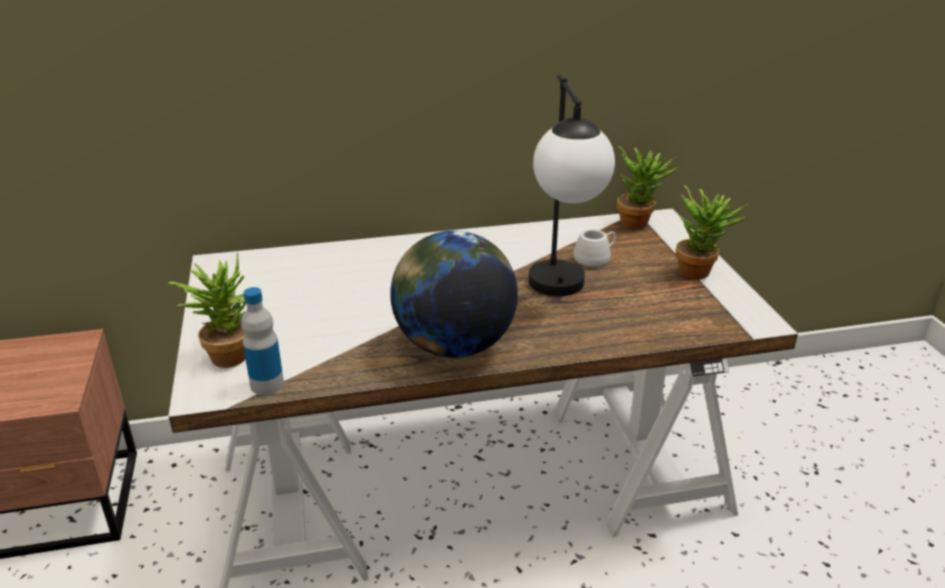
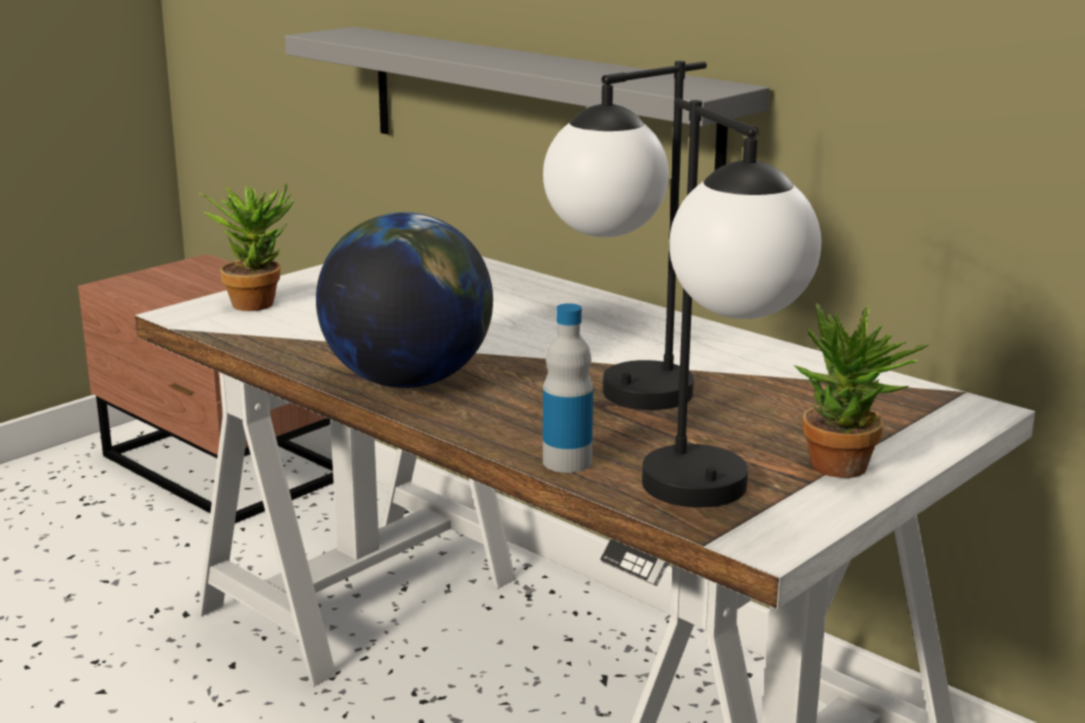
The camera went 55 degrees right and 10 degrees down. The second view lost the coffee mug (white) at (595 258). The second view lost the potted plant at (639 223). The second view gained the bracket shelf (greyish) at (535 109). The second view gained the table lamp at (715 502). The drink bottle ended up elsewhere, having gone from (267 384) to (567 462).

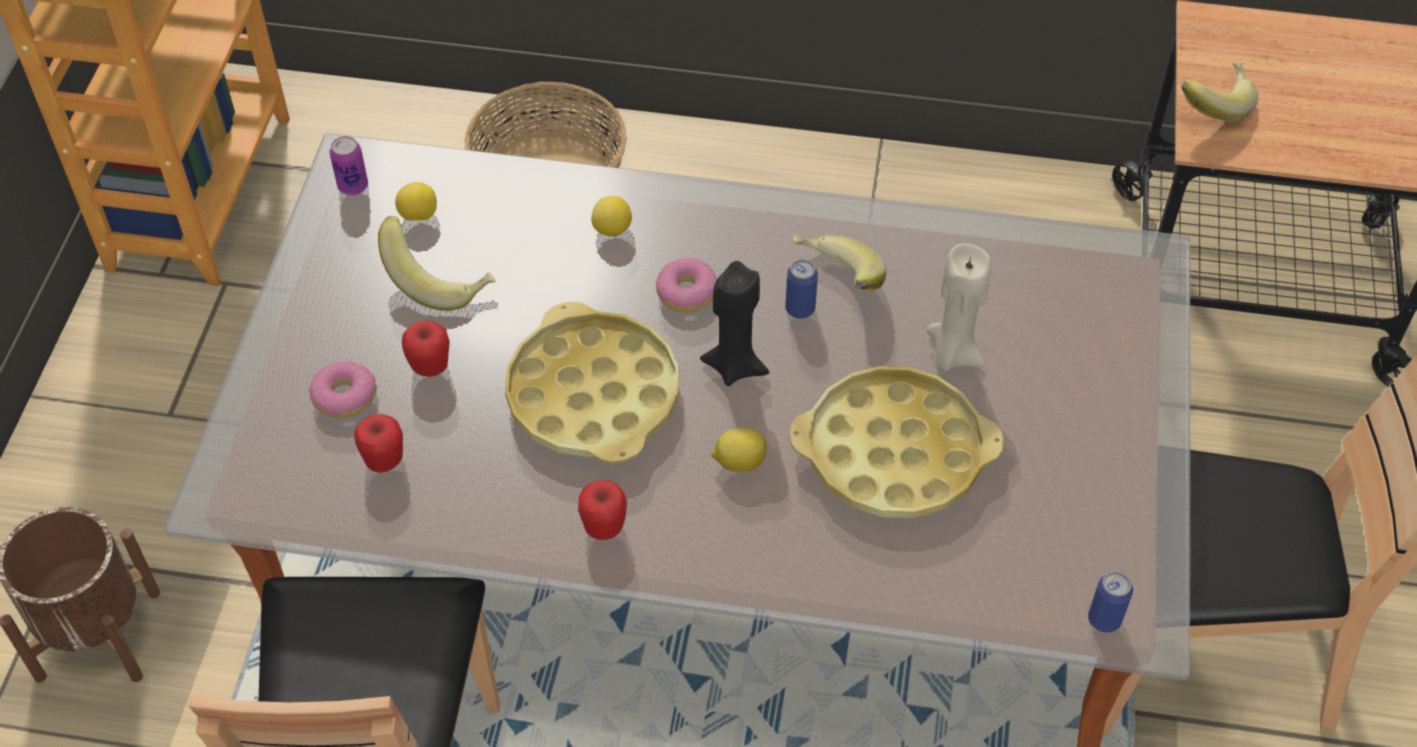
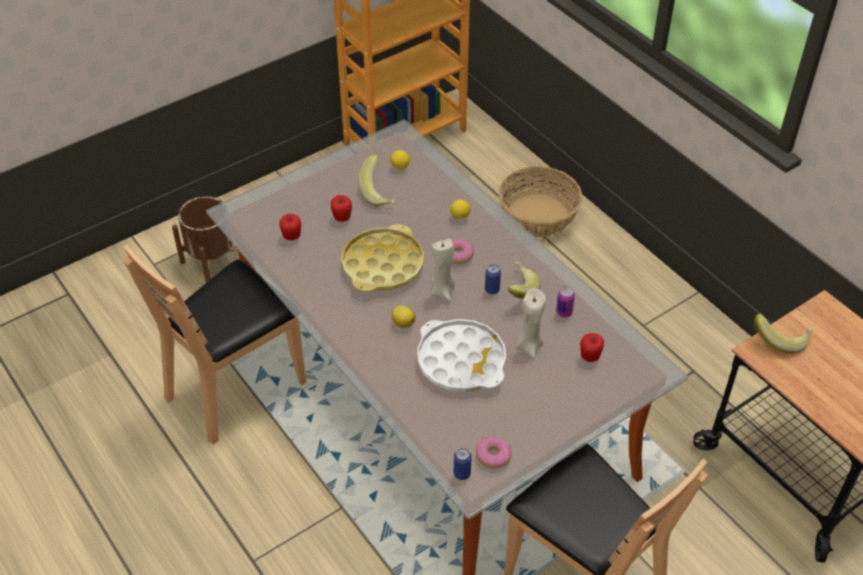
The camera went 45 degrees right and 5 degrees down. The doughnut ended up elsewhere, having gone from (344 397) to (493 456). The can ended up elsewhere, having gone from (353 186) to (564 312). The whole apple ended up elsewhere, having gone from (604 527) to (590 357). What was the wax candle (black-coloured) at (735 366) turned into the wax candle (beige-coloured) at (443 291). What was the serving tray (yellow-coloured) at (893 452) turned into the serving tray (white) at (461 361).

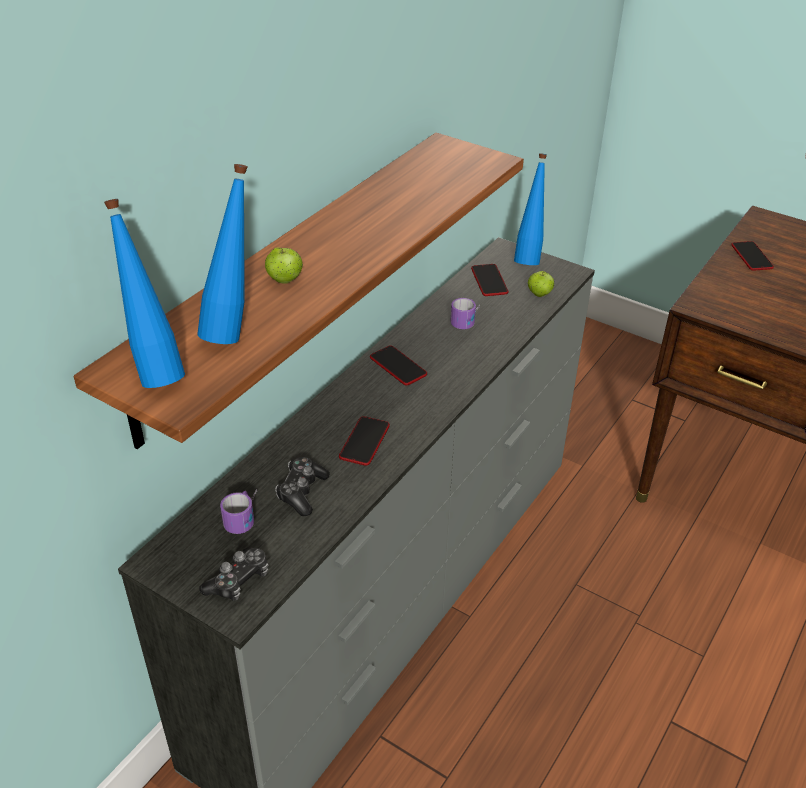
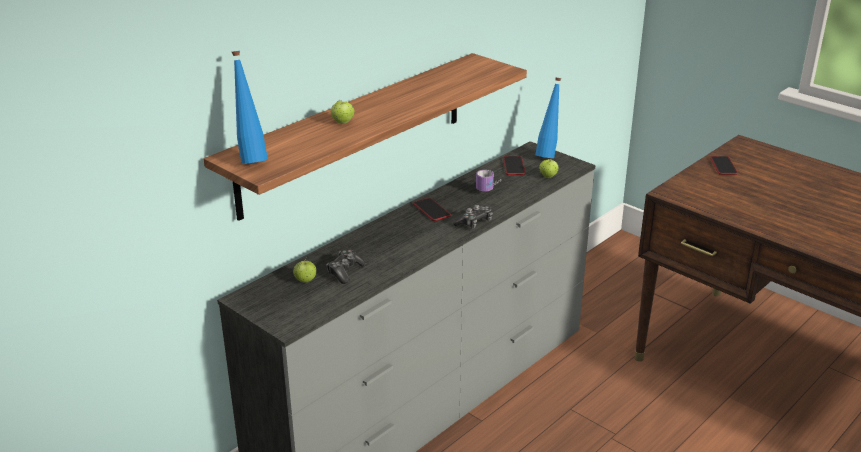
The camera went 10 degrees right and 10 degrees down. The second view lost the drink bottle (blue-coloured) at (234 330). The second view lost the phone at (364 441). The game controller ended up elsewhere, having gone from (238 581) to (474 223). Where the coffee mug stood at (246 516), the whole apple came to stand at (305 281).

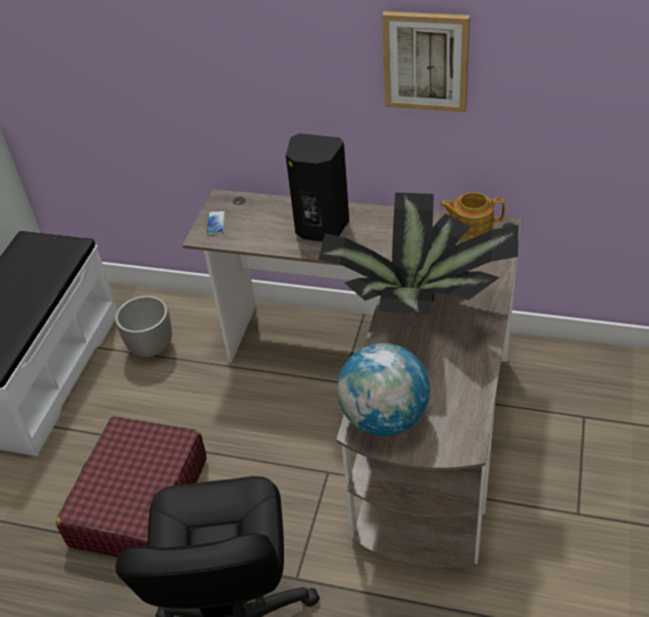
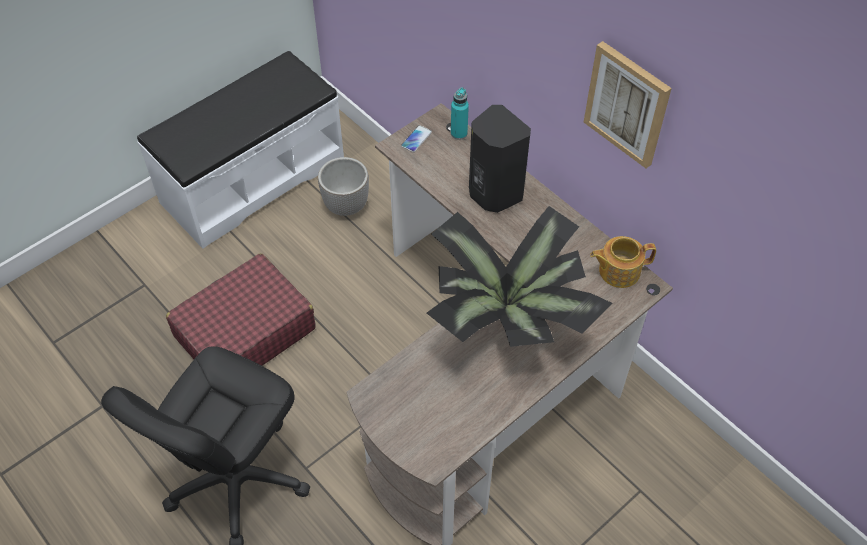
The camera went 30 degrees right and 10 degrees up. The second view lost the world globe at (384 418). The second view gained the drink bottle (turquoise-coloured) at (459 133). The teapot at (471 228) ended up facing another way, 45 degrees counterclockwise from before.

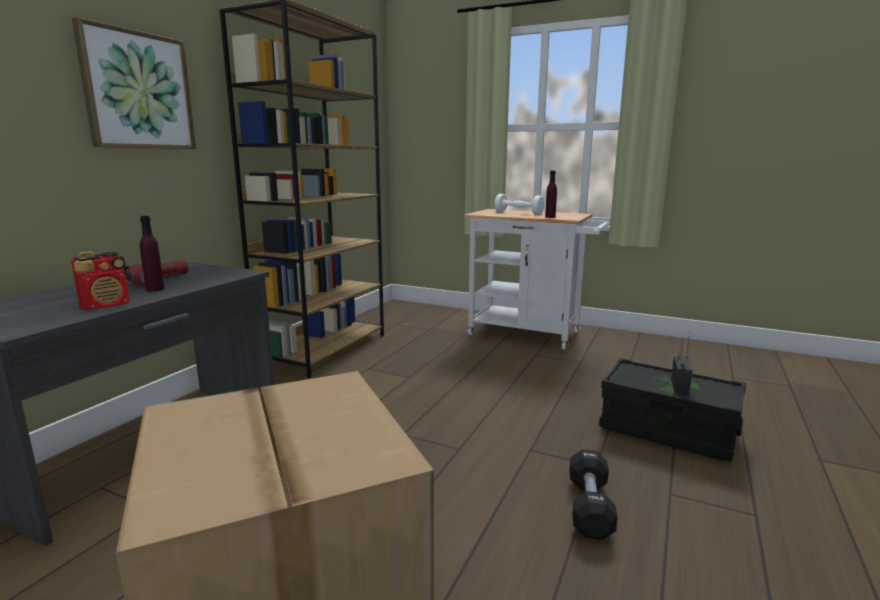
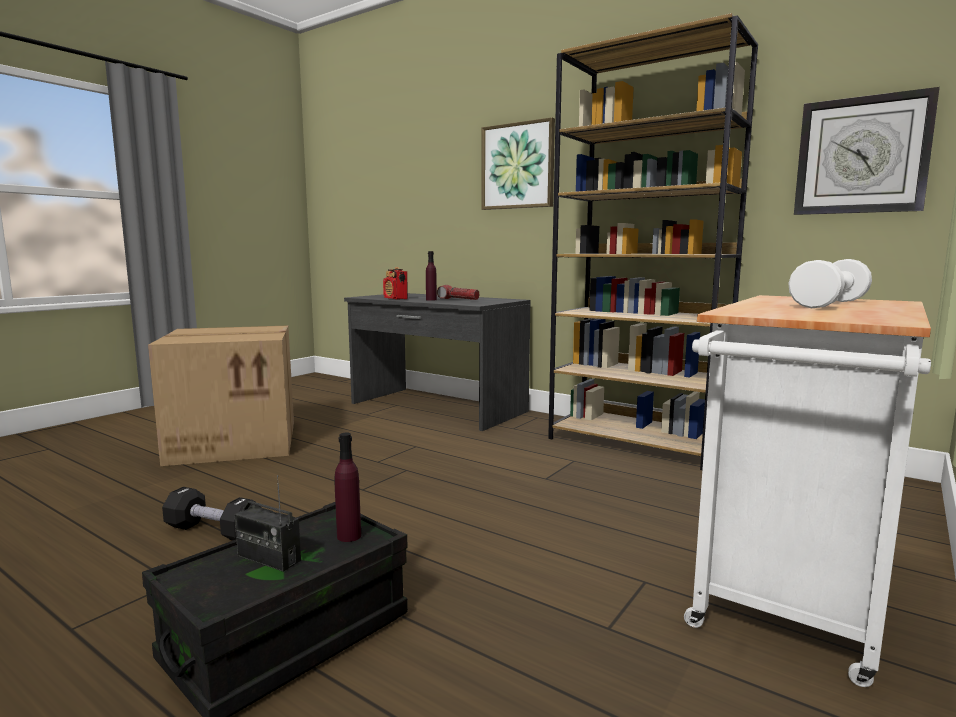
The camera went 100 degrees right and 5 degrees down. The second view gained the clock on the wall at (861 156). The drink bottle (purple-coloured) ended up elsewhere, having gone from (550 217) to (349 536).

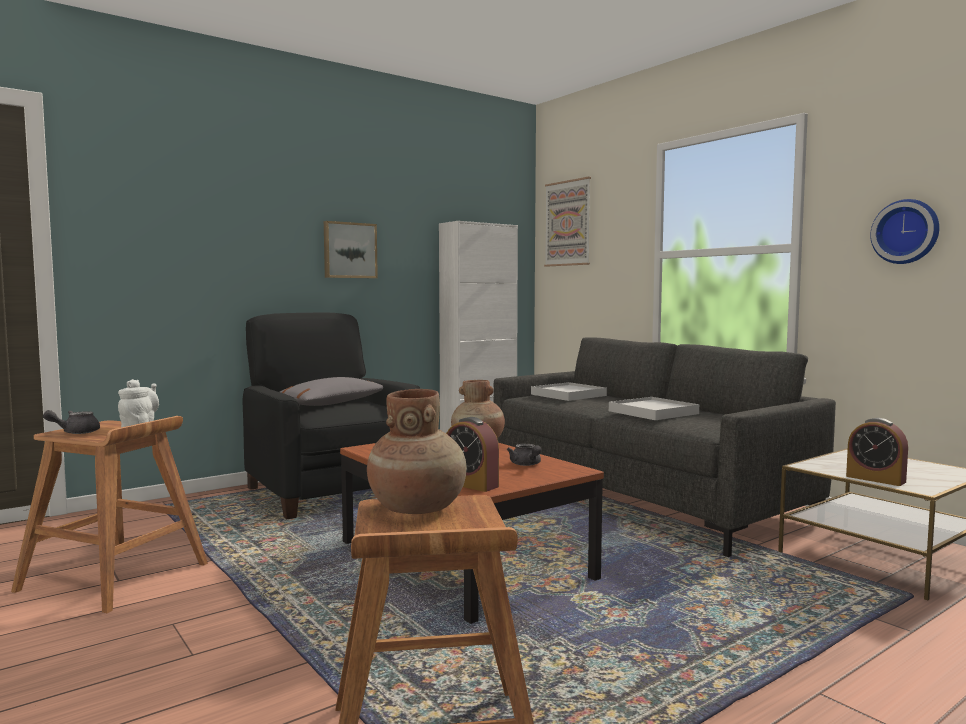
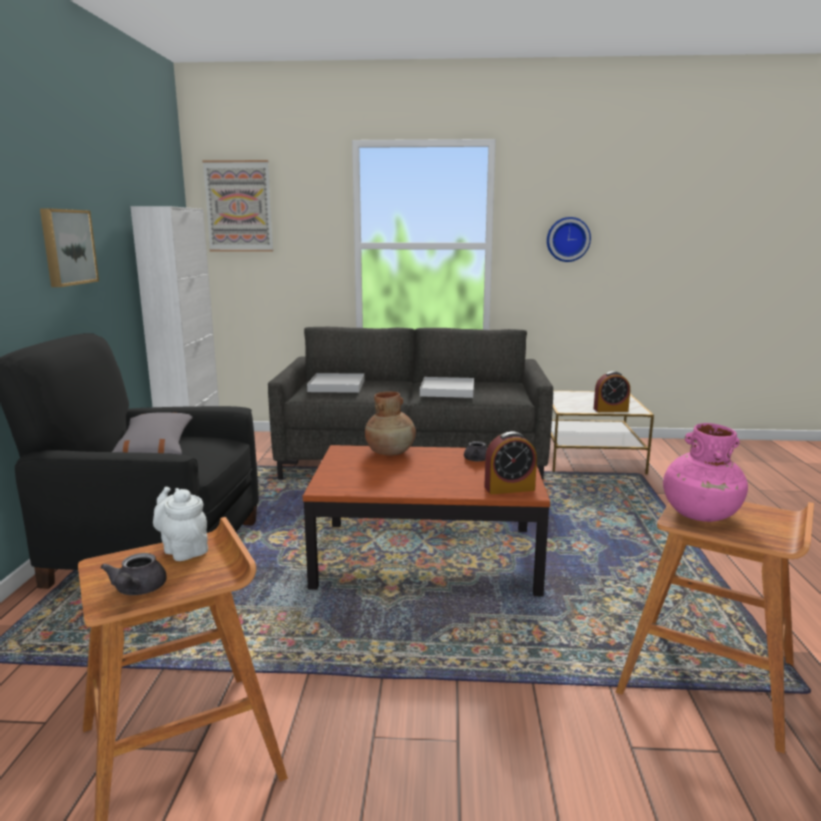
The camera went 50 degrees left and 10 degrees up. What was the flower vase (brown-coloured) at (417 508) turned into the flower vase (pink-coloured) at (699 514).

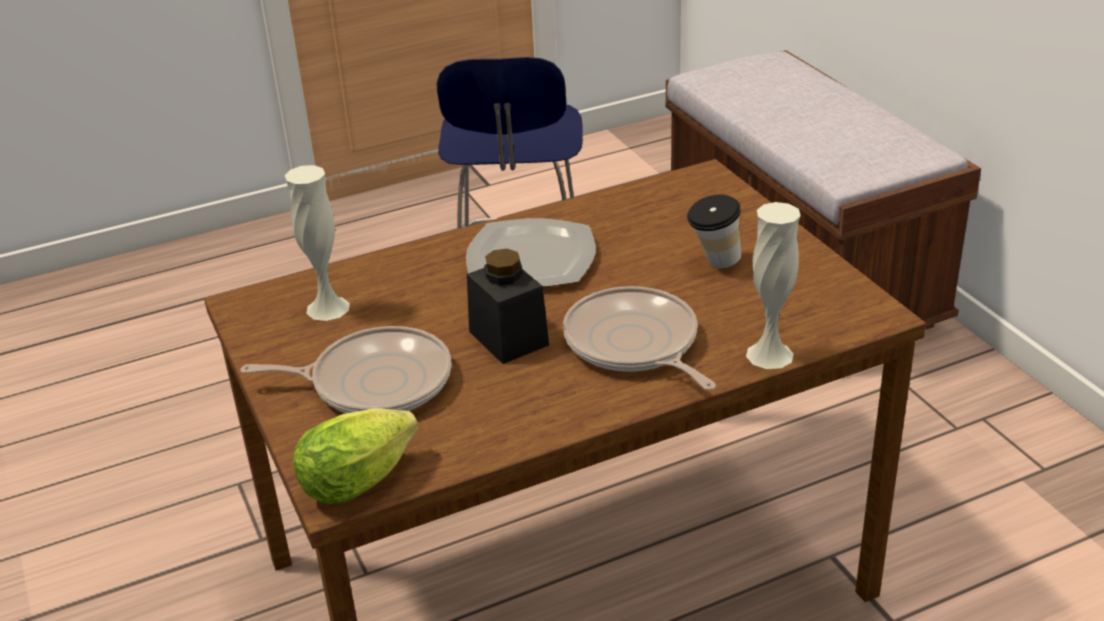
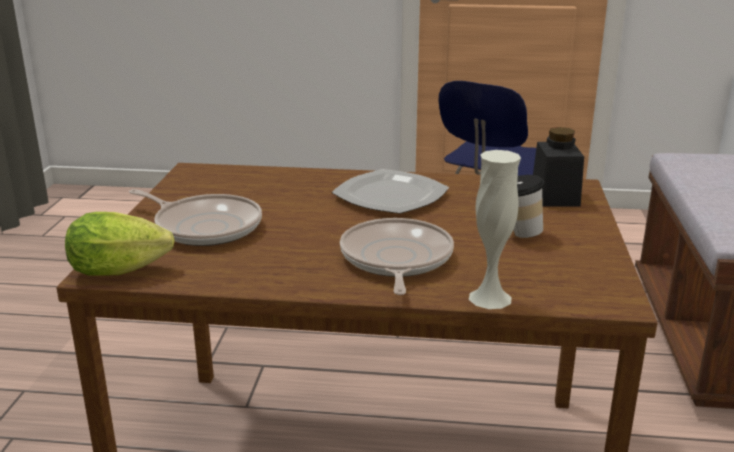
The camera went 30 degrees right and 10 degrees down. The second view lost the flower vase (white) at (328 308). The jar (black-coloured) ended up elsewhere, having gone from (508 338) to (555 197).

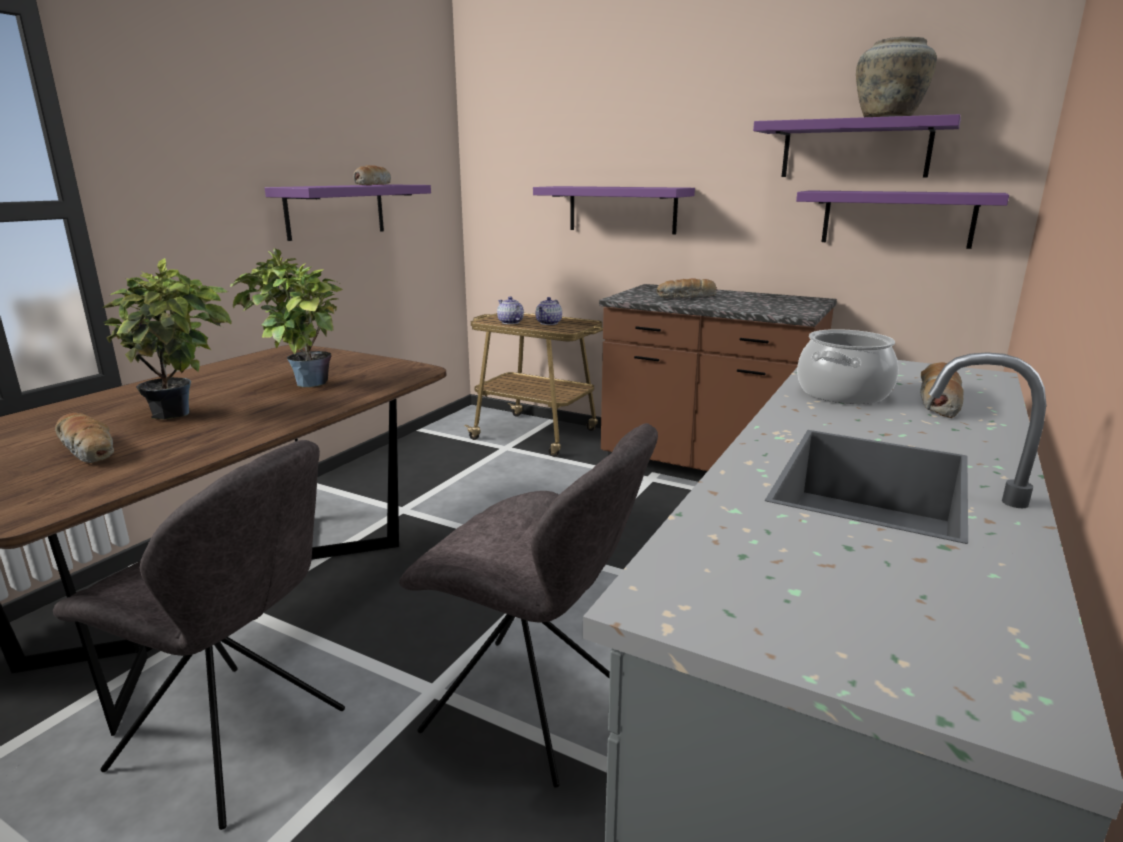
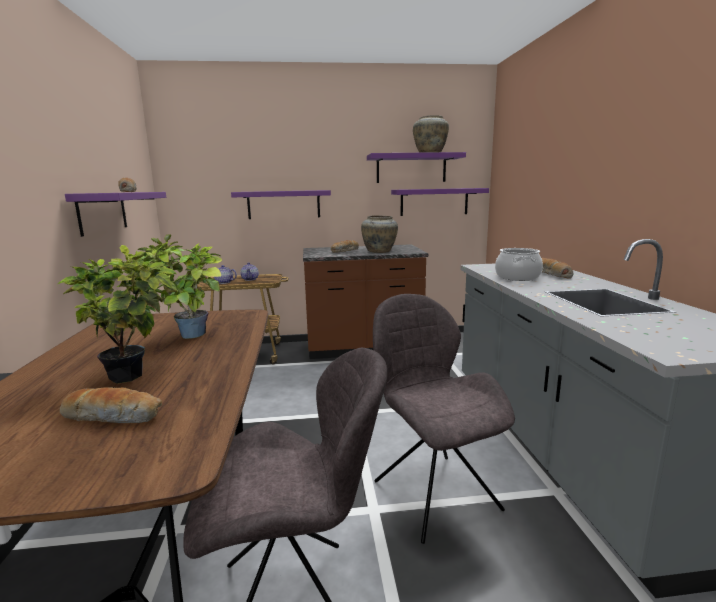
The camera went 35 degrees left and 5 degrees down. The second view gained the flower vase (beige-coloured) at (379 251). The upright chair (greyish) at (530 709) ended up facing another way, 105 degrees counterclockwise from before.

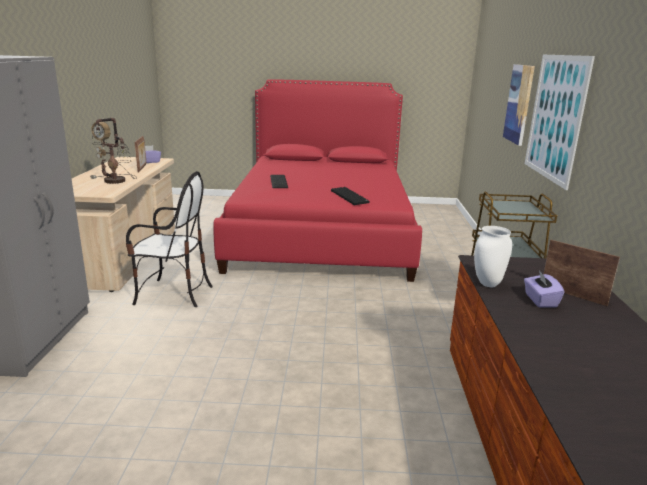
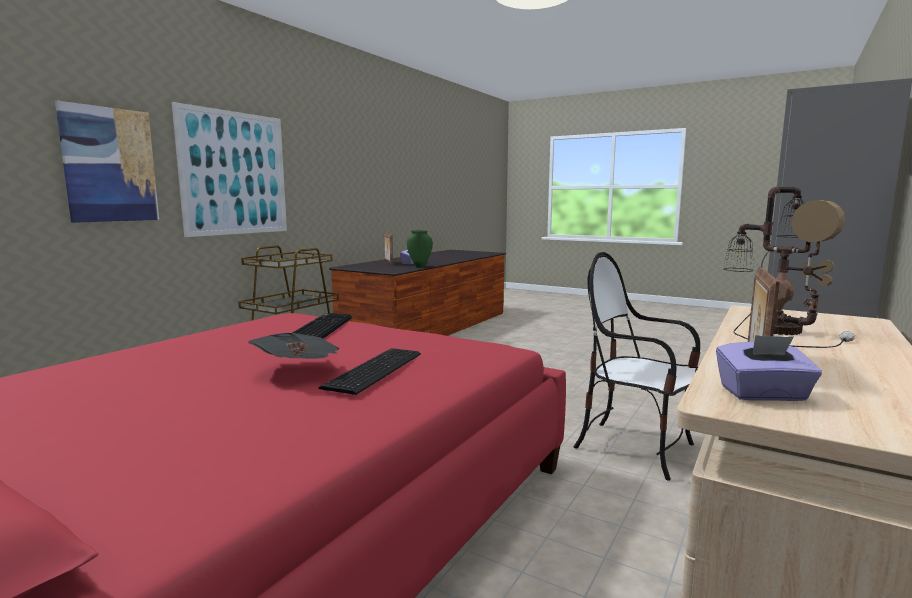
The camera went 150 degrees left and 10 degrees down. The second view gained the printed paper at (299 370). What was the flower vase (white) at (488 284) turned into the flower vase (greenish) at (420 267).

